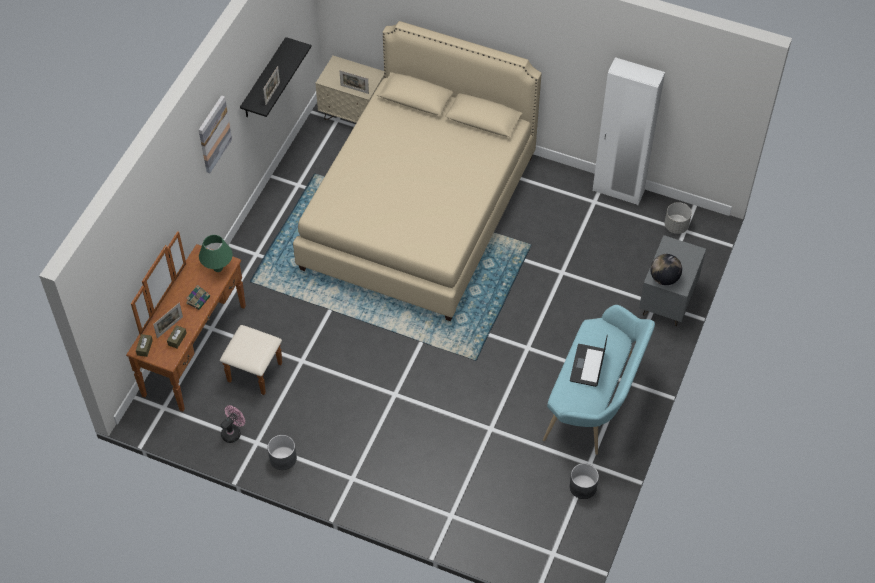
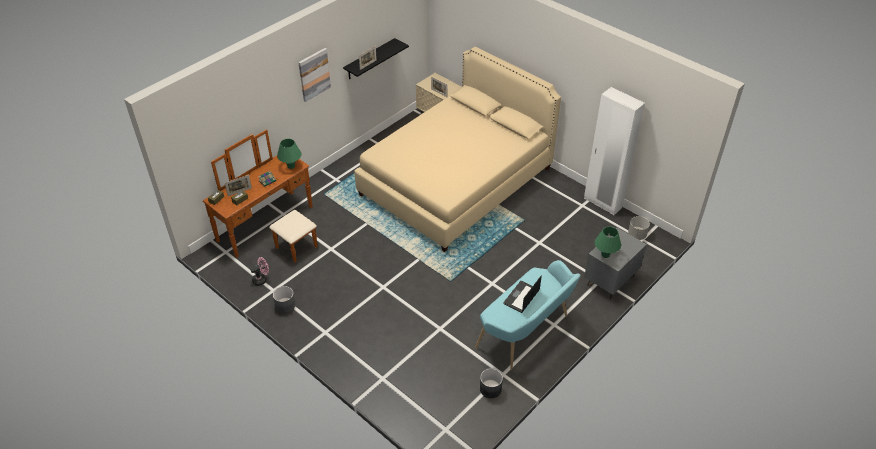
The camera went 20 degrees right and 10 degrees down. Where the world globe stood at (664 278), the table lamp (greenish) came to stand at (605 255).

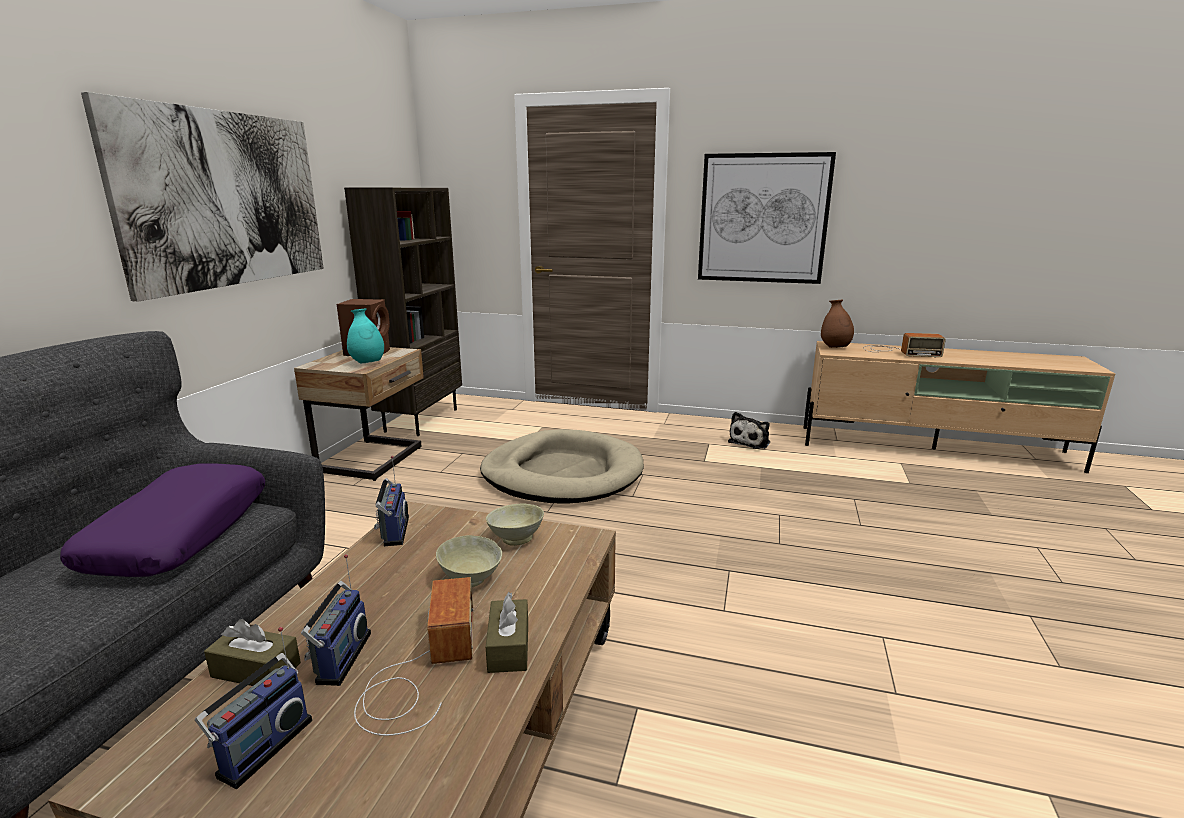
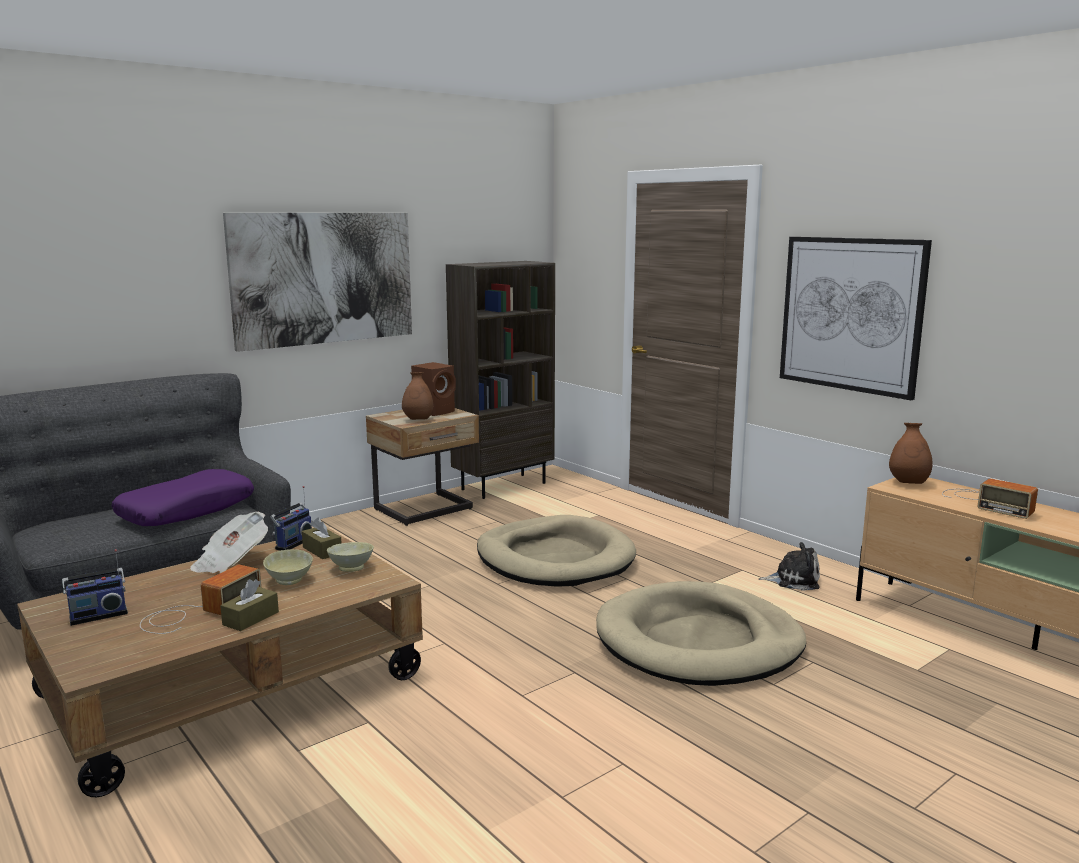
The camera went 35 degrees right and 5 degrees down. The second view lost the radio set at (340 657). The second view gained the printed paper at (231 562). The second view gained the dog cushion (beige-coloured) at (699 642). The tissue box (brown-coloured) ended up elsewhere, having gone from (256 670) to (322 550). What was the flower vase (turquoise-coloured) at (367 363) turned into the flower vase (brown-coloured) at (418 420). The cuddly toy at (750 442) ended up facing another way, 150 degrees counterclockwise from before.

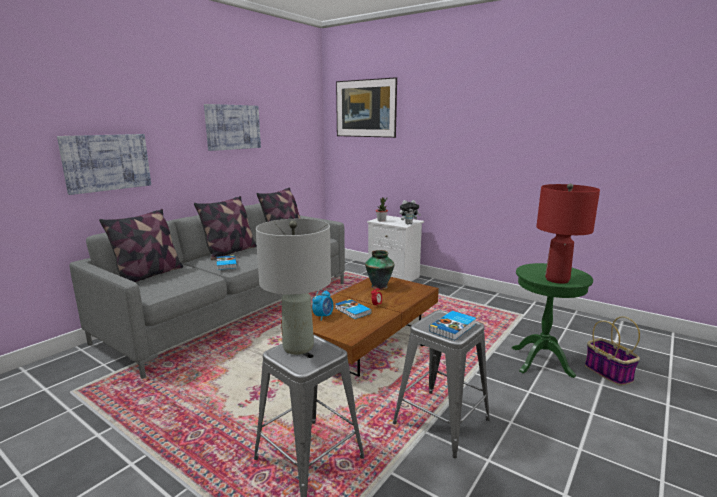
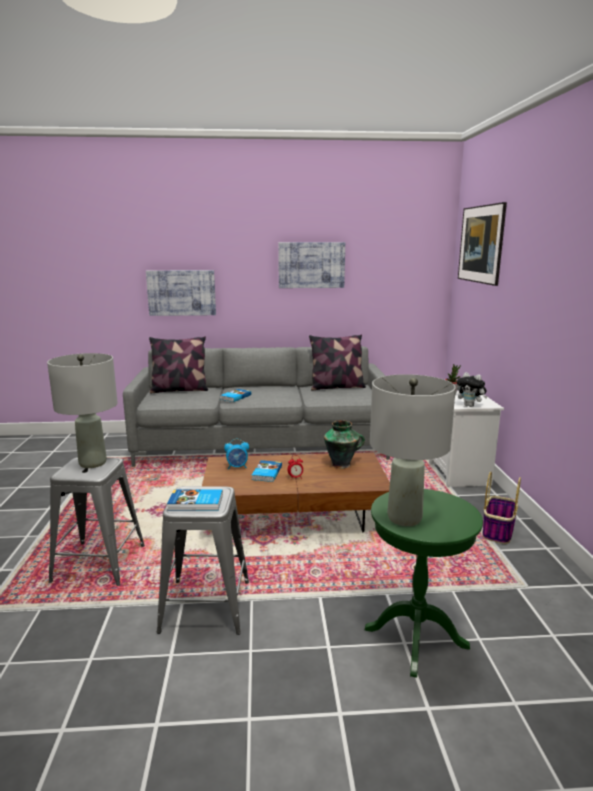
The camera went 50 degrees right and 0 degrees up. The second view lost the pillow at (230 252). The household basket ended up elsewhere, having gone from (607 372) to (497 531). What was the table lamp (red-coloured) at (557 279) turned into the table lamp (greyish) at (405 518).

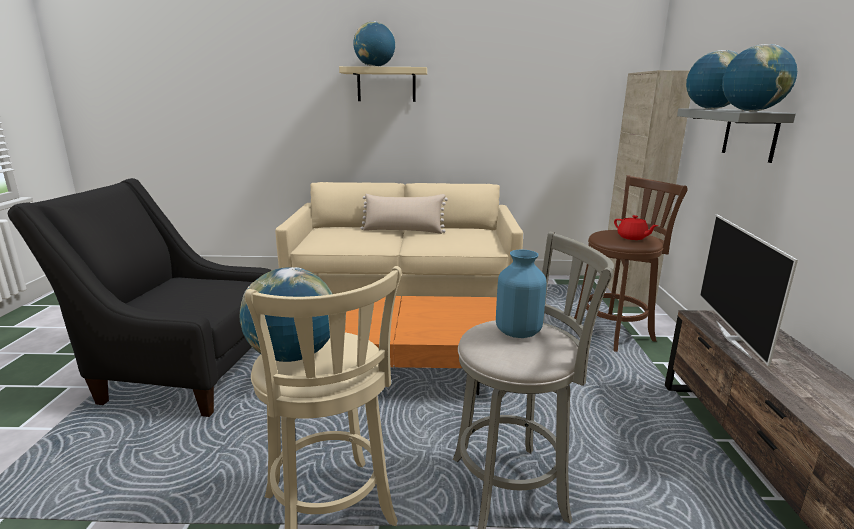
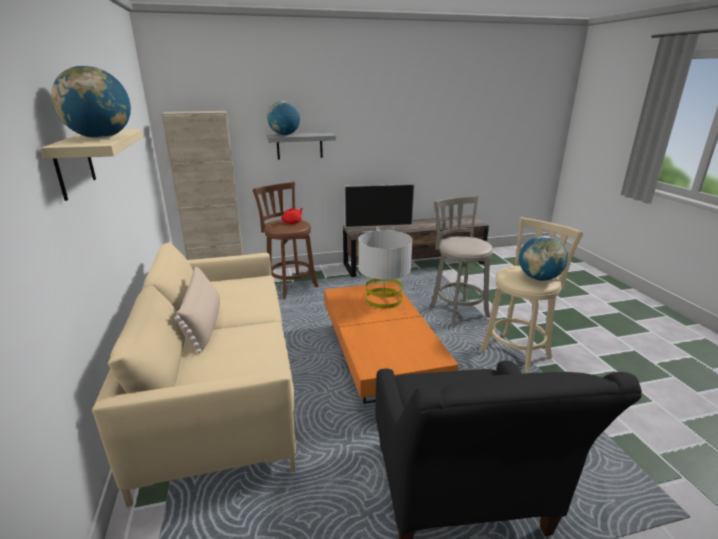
The camera went 105 degrees left and 5 degrees up. The second view lost the flower vase (blue-coloured) at (517 332). The second view lost the world globe at (751 111). The second view gained the table lamp (greyish) at (383 299).

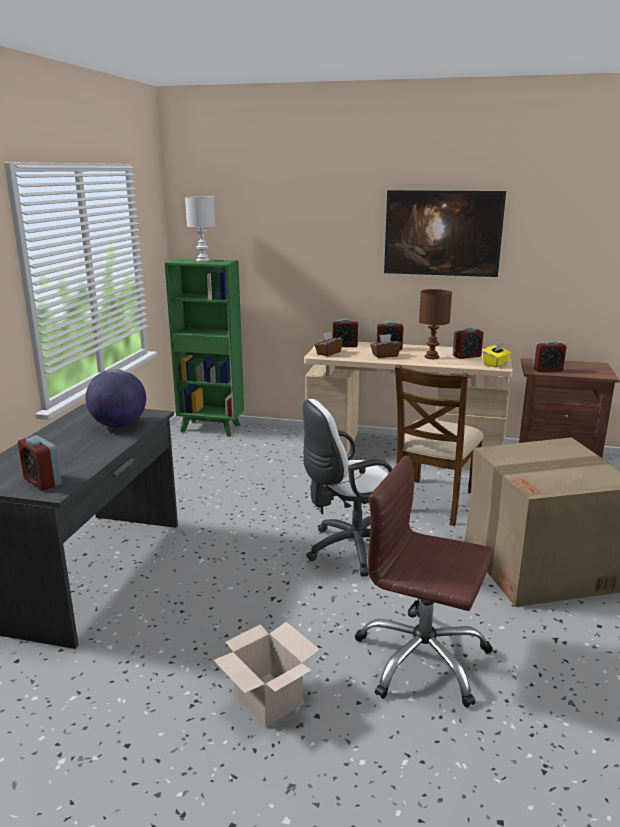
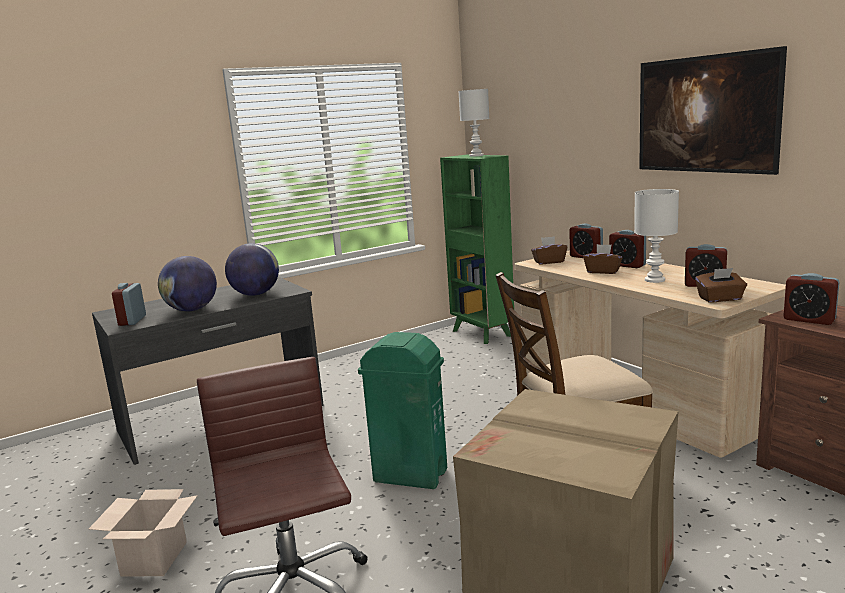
The camera went 45 degrees right and 5 degrees down. The second view gained the world globe at (192 310). Where the office chair (white) stood at (349 549), the trash can (greenish) came to stand at (410 475). What was the table lamp (brown-coloured) at (432 357) turned into the table lamp (white) at (655 280). What was the tissue box (yellow-coloured) at (495 364) turned into the tissue box (brown-coloured) at (720 299).

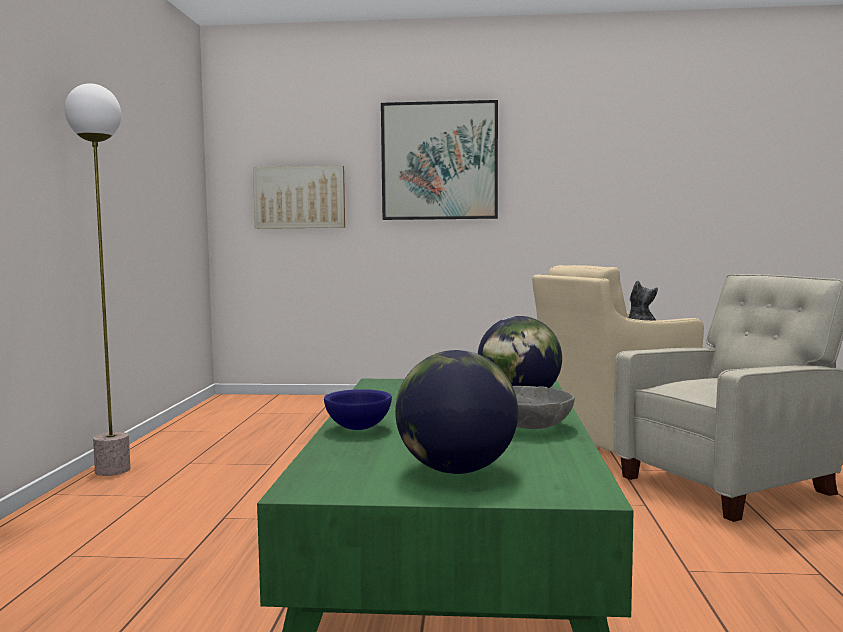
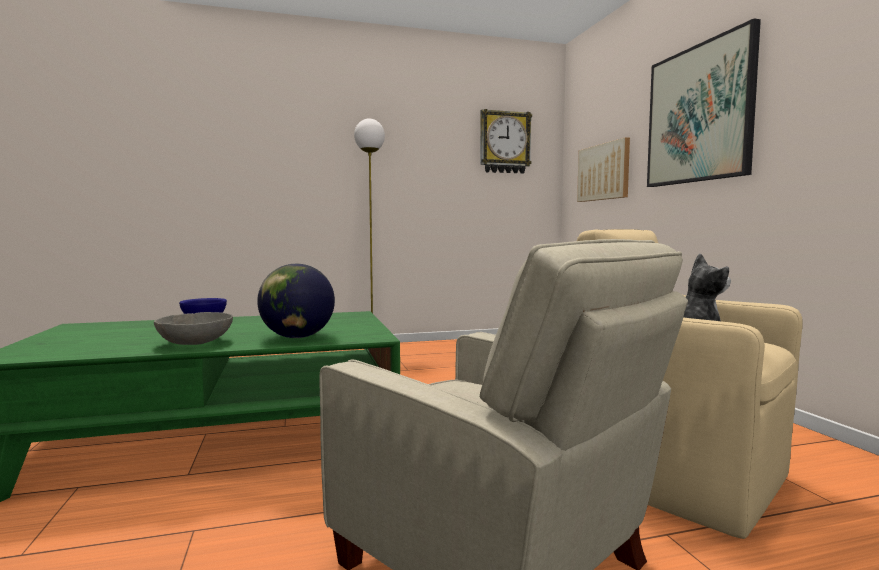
The camera went 70 degrees right and 0 degrees up. The second view lost the world globe at (456 470). The second view gained the clock on the wall at (504 142).

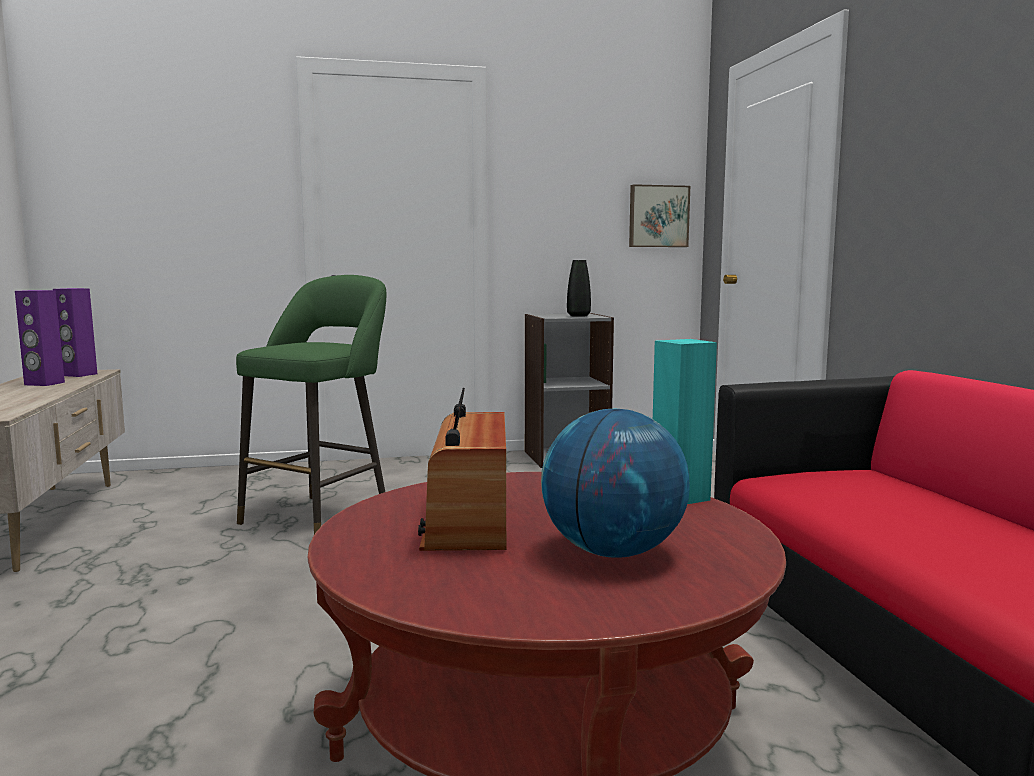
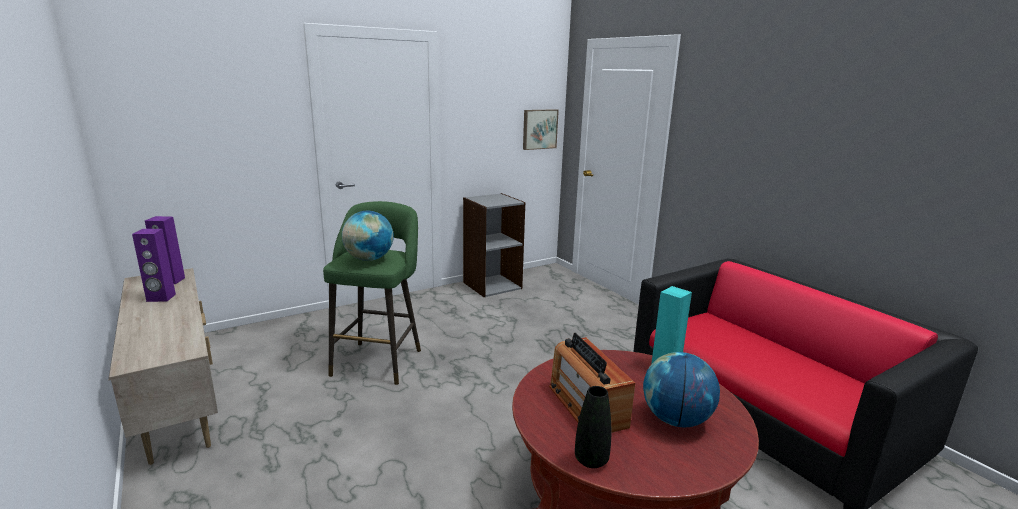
The camera went 20 degrees left and 10 degrees up. The second view gained the world globe at (369 259). The flower vase (black-coloured) ended up elsewhere, having gone from (578 316) to (591 460).

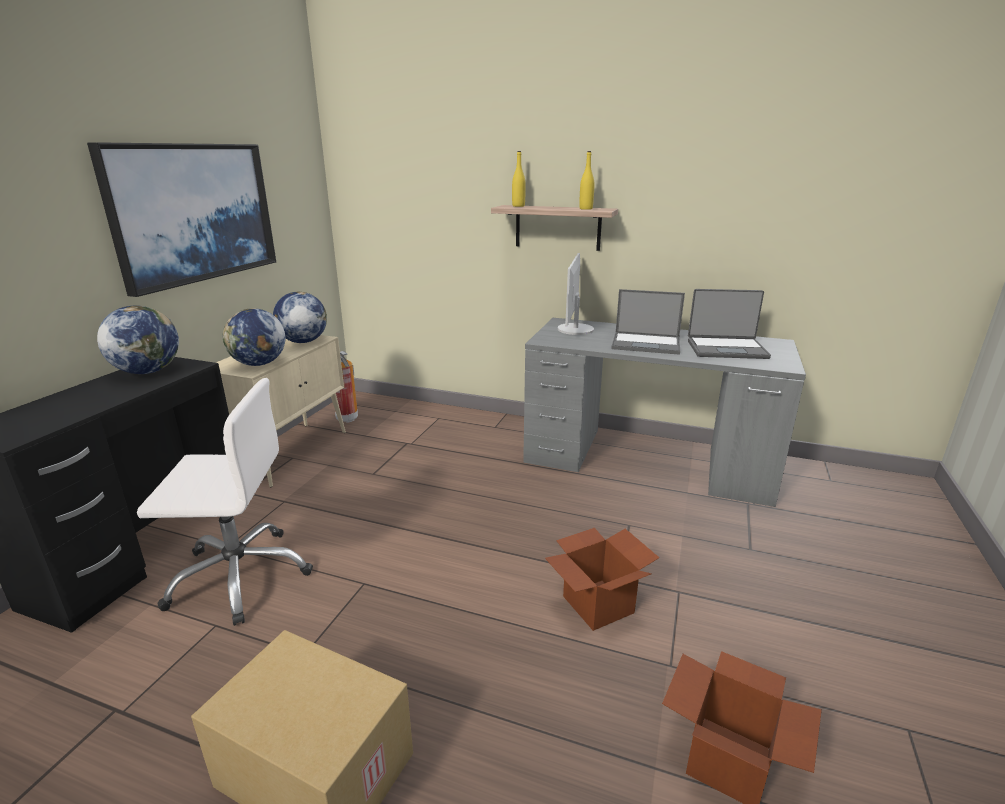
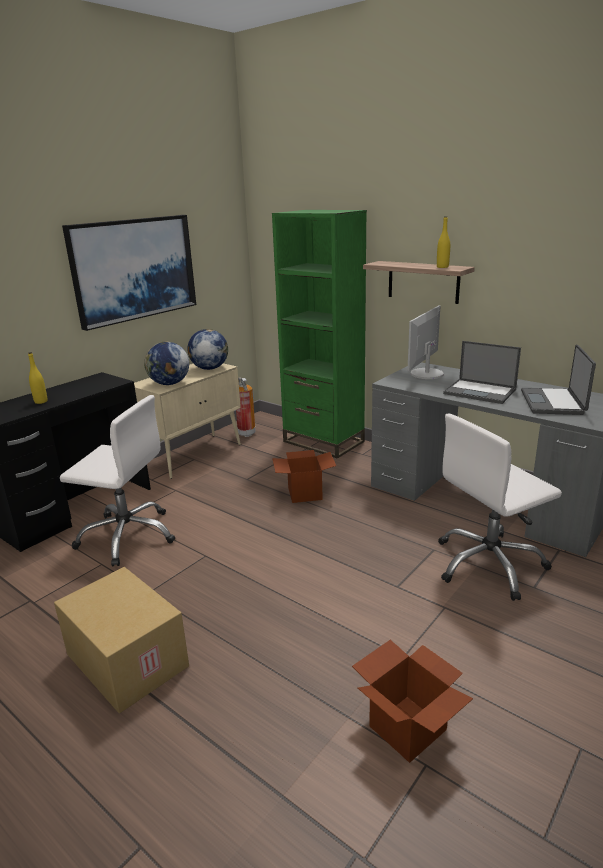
The camera went 20 degrees right and 0 degrees up. The second view lost the world globe at (147 371). The second view gained the bookcase (greenish) at (323 441). The second view gained the office chair (white) at (489 564). The drink bottle (yellow-coloured) ended up elsewhere, having gone from (518 206) to (41 401). The packing box ended up elsewhere, having gone from (598 604) to (305 493). The portable computer at (726 349) ended up facing another way, 75 degrees clockwise from before.

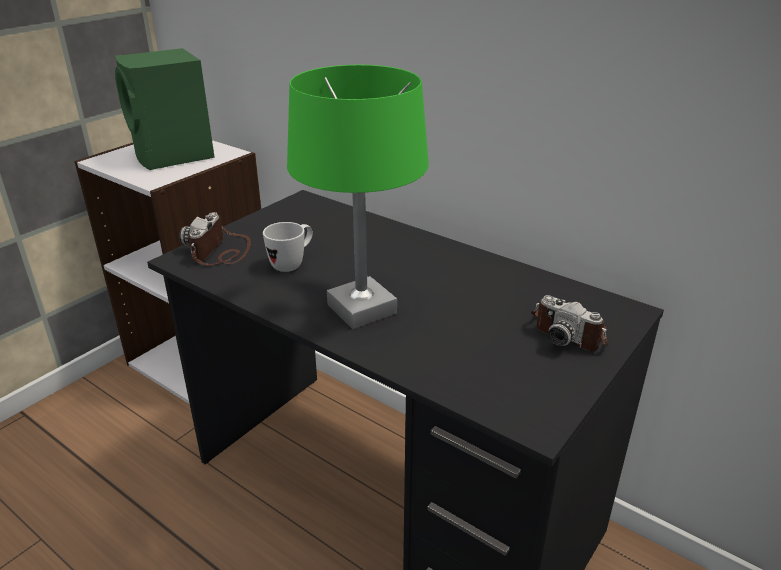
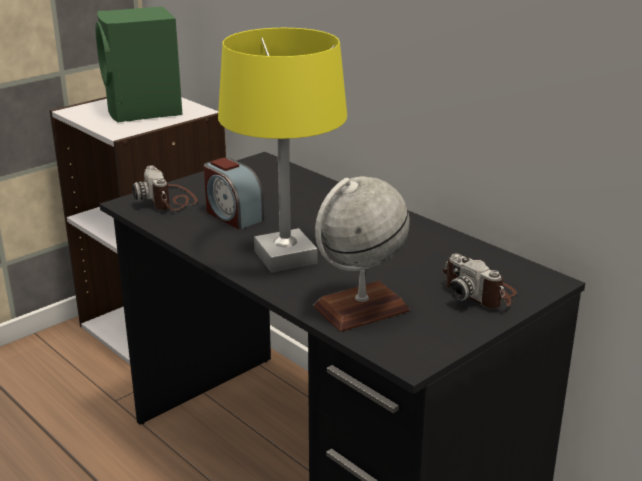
The camera went 10 degrees right and 5 degrees down. The second view gained the world globe at (361 309). Where the coffee mug (white) stood at (292 264), the bedside clock came to stand at (233 215). What was the table lamp (greenish) at (362 309) turned into the table lamp (yellow-coloured) at (286 258). The photo camera at (220 251) ended up facing another way, 45 degrees counterclockwise from before.

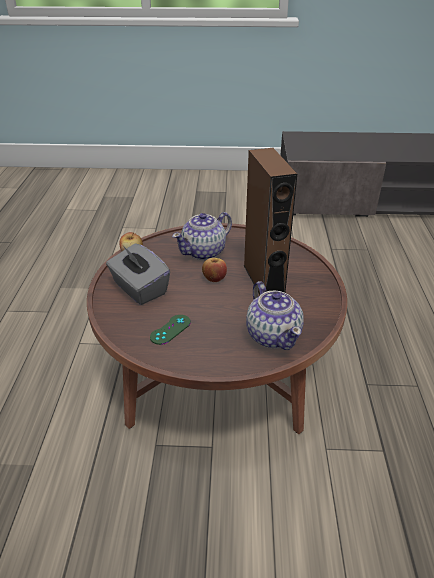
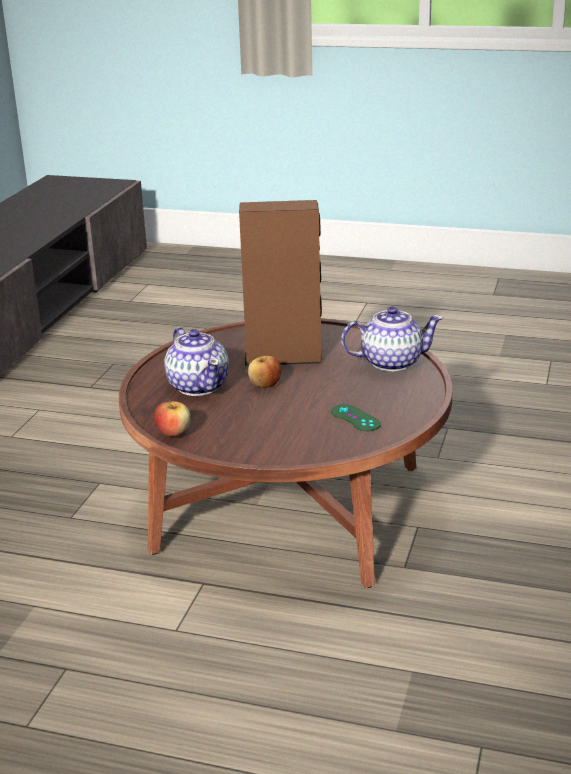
The camera went 75 degrees left and 10 degrees down. The second view lost the tissue box (greyish) at (139 289).

